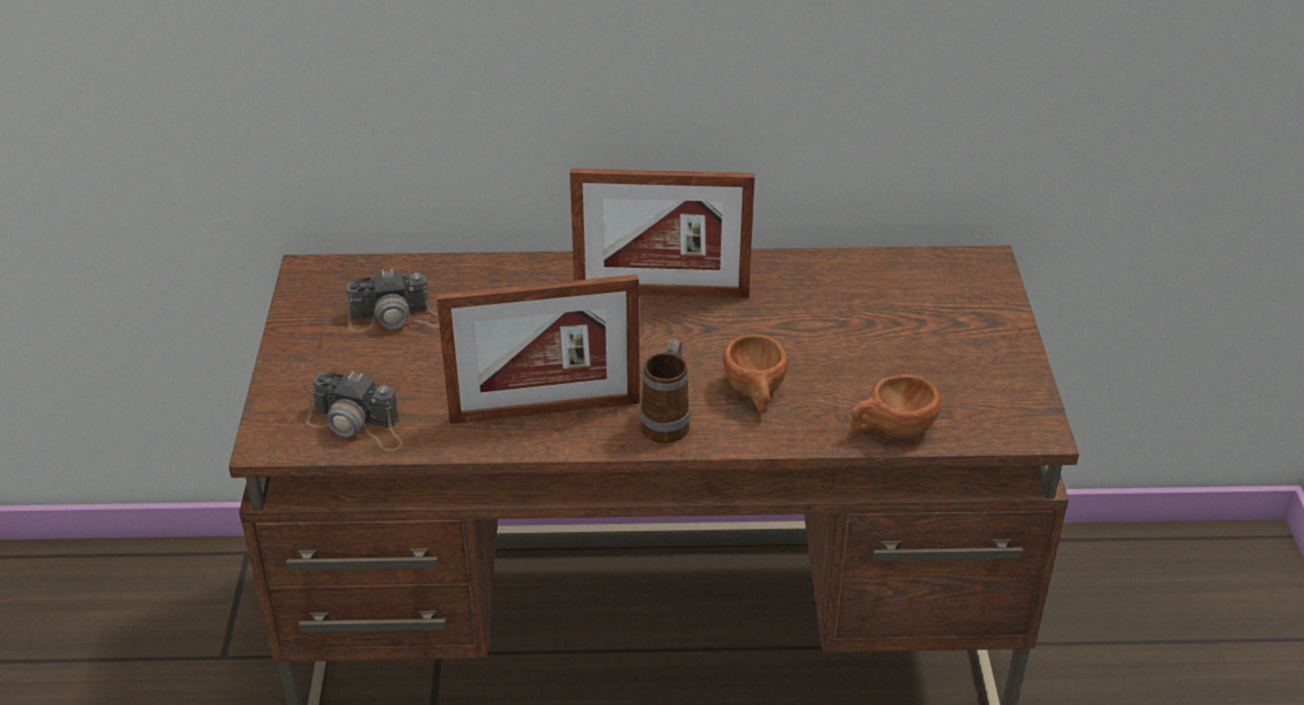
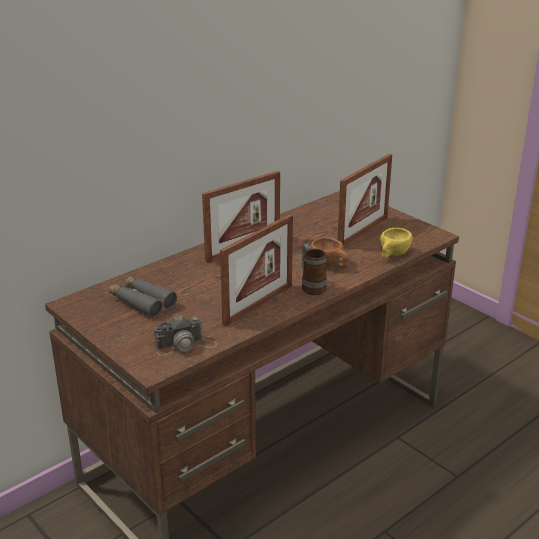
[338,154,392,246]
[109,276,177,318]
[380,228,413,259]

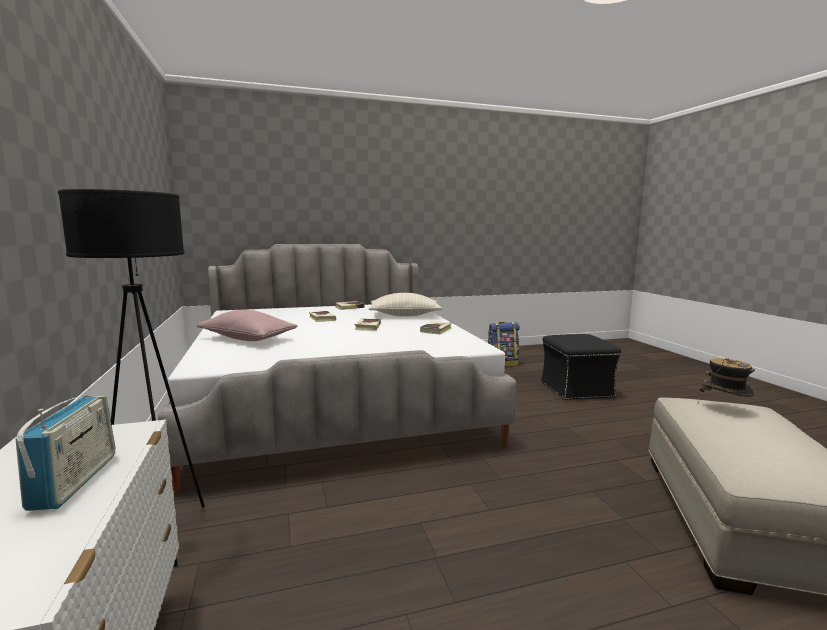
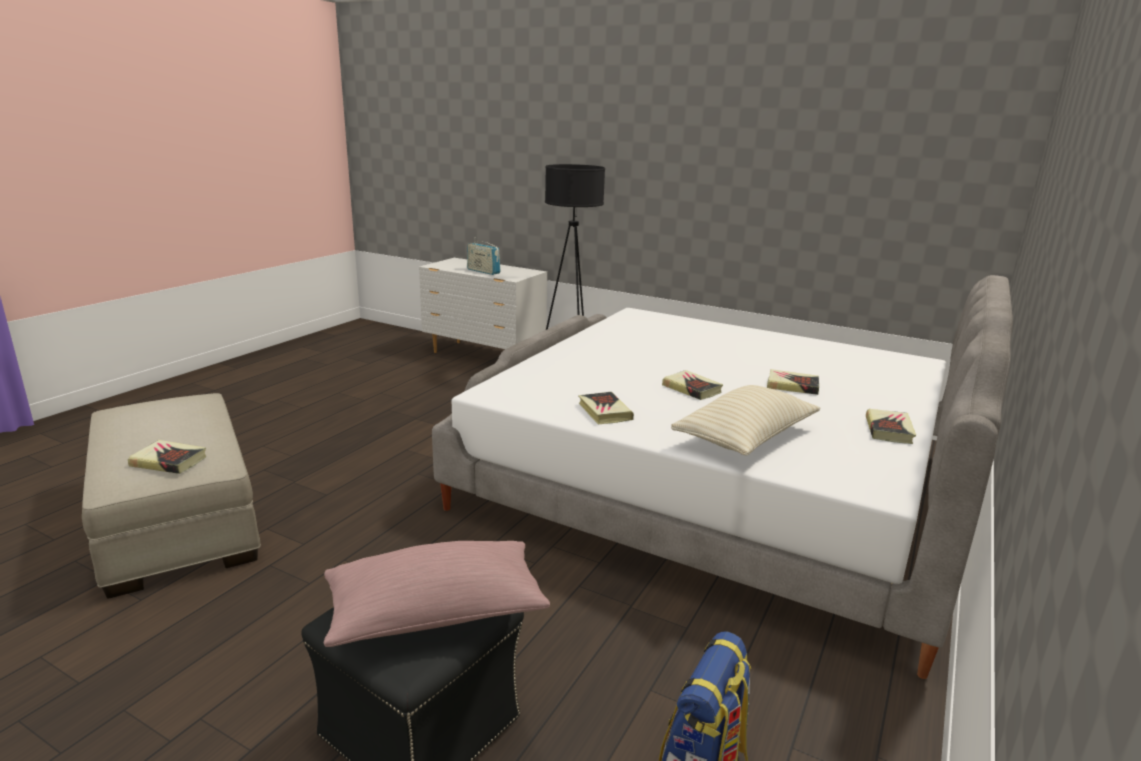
[324,541,550,647]
[128,440,206,474]

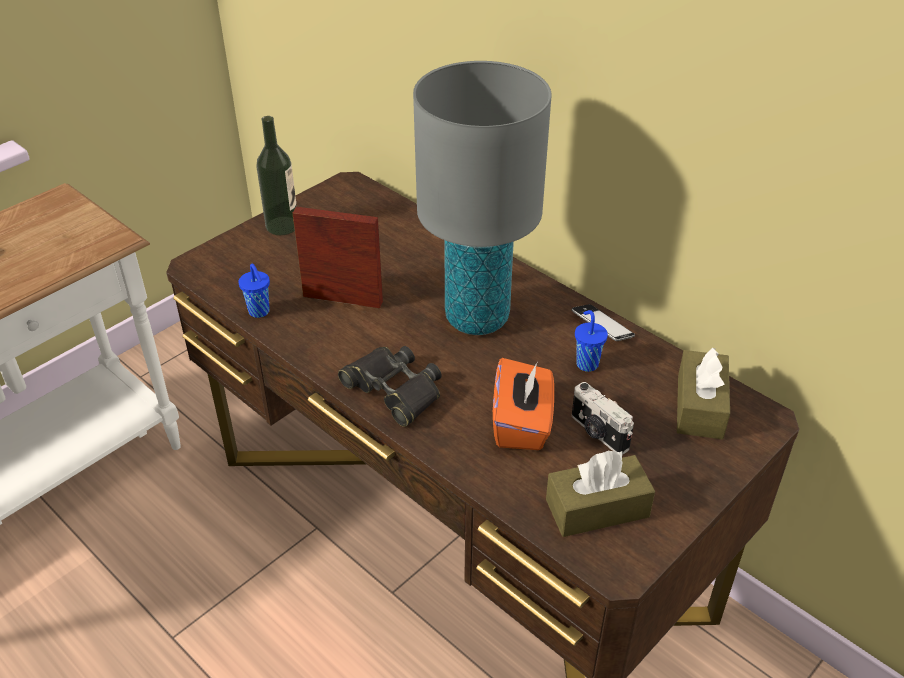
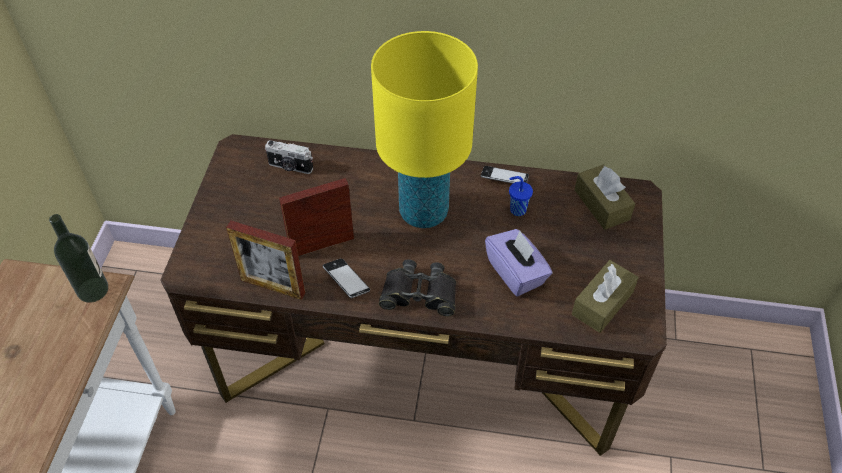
[323,259,370,298]
[49,214,108,303]
[265,140,313,174]
[226,221,305,300]
[371,31,478,228]
[485,229,552,297]

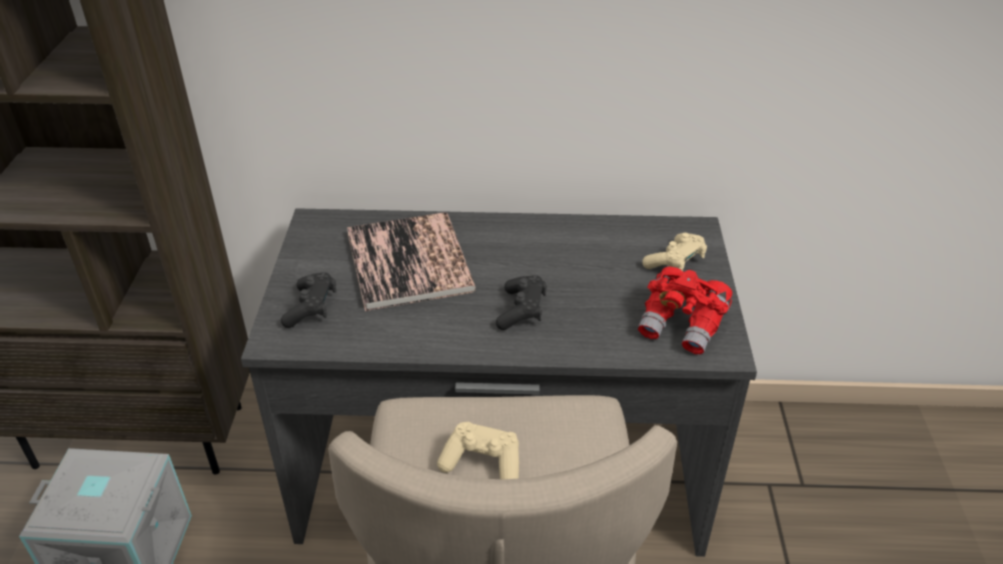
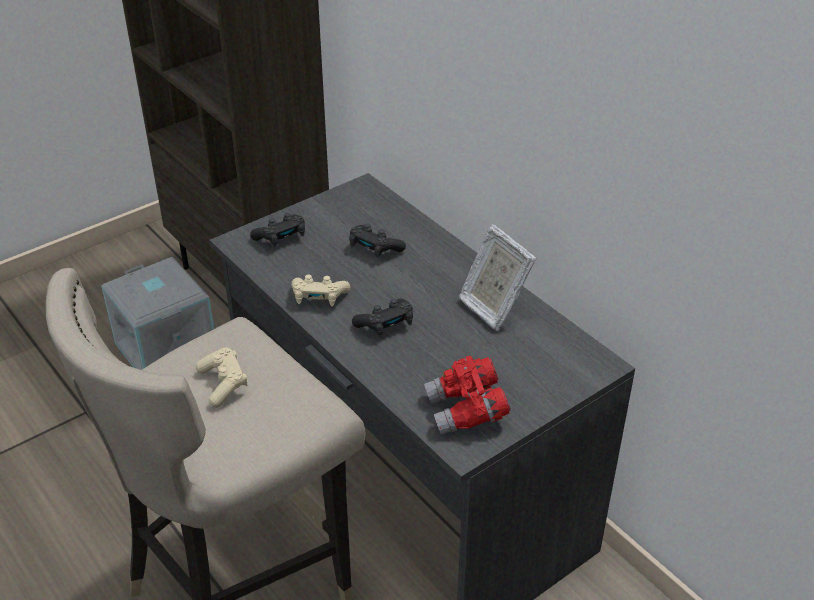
[459,224,536,331]
[291,275,350,306]
[349,223,406,258]

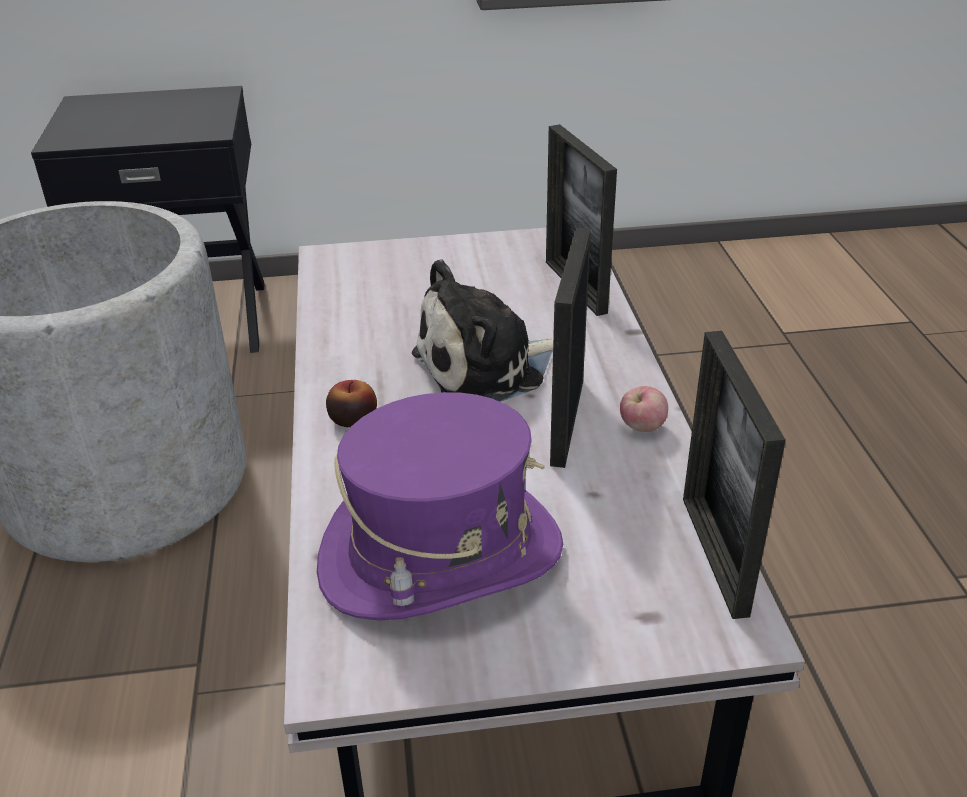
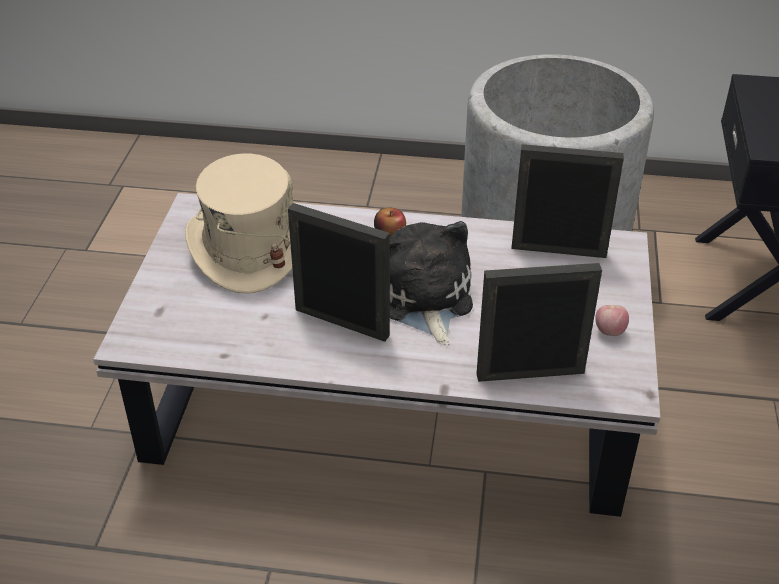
[595,305,629,336]
[511,144,624,258]
[185,153,293,294]

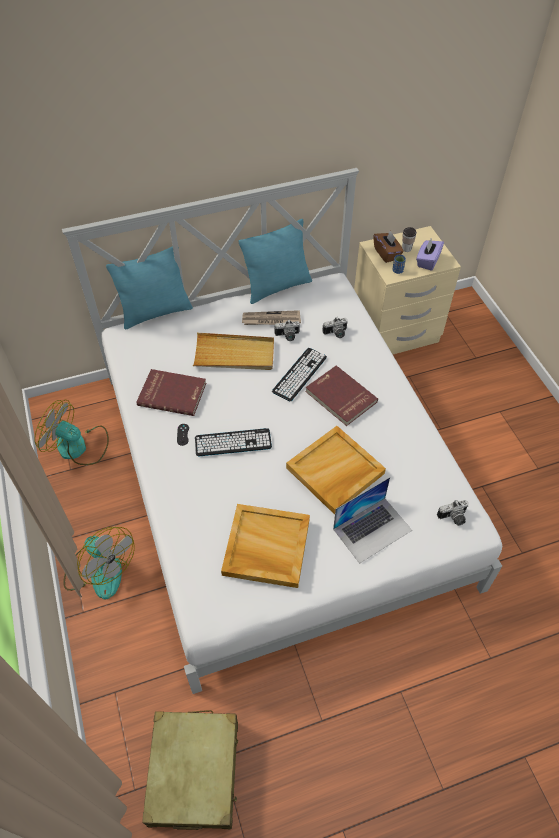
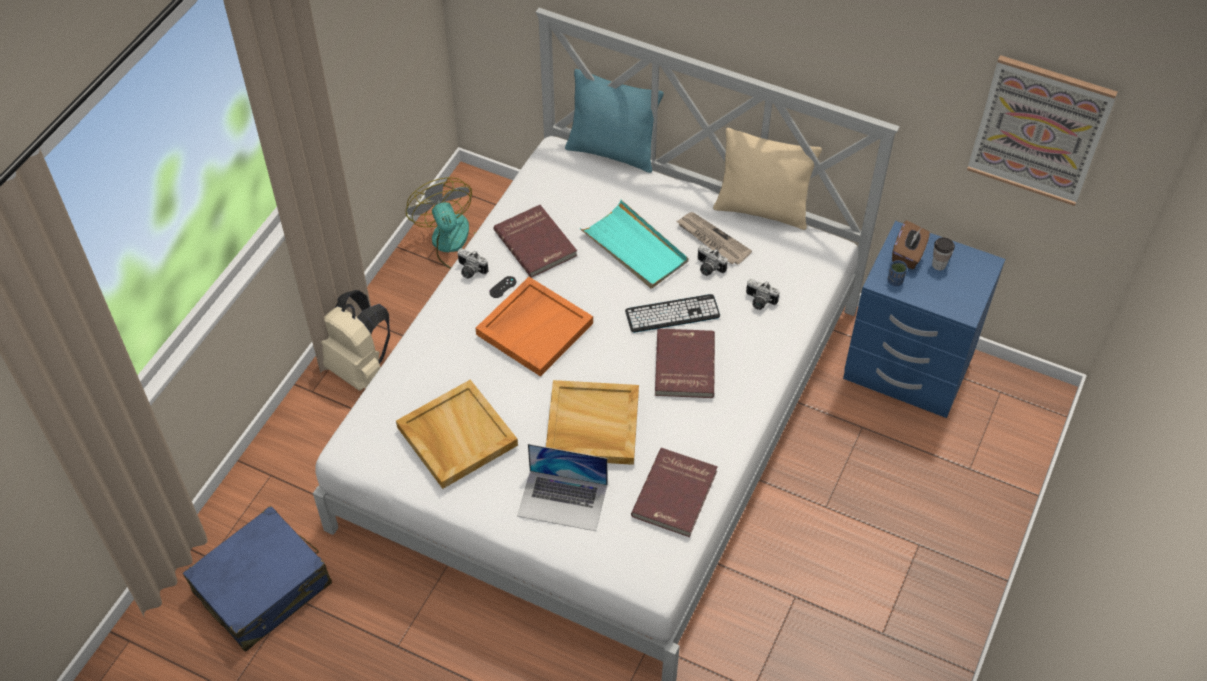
[416,238,444,271] (first image)
[631,448,718,537]
[967,55,1117,206]
[458,248,488,279]
[321,290,390,391]
[476,277,593,377]
[183,506,332,652]
[580,200,688,289]
[713,128,822,230]
[843,221,1005,418]

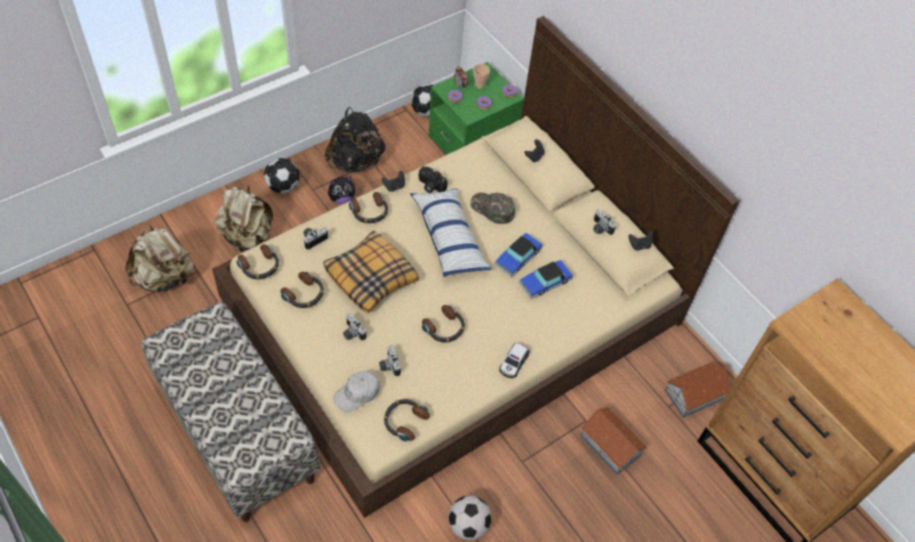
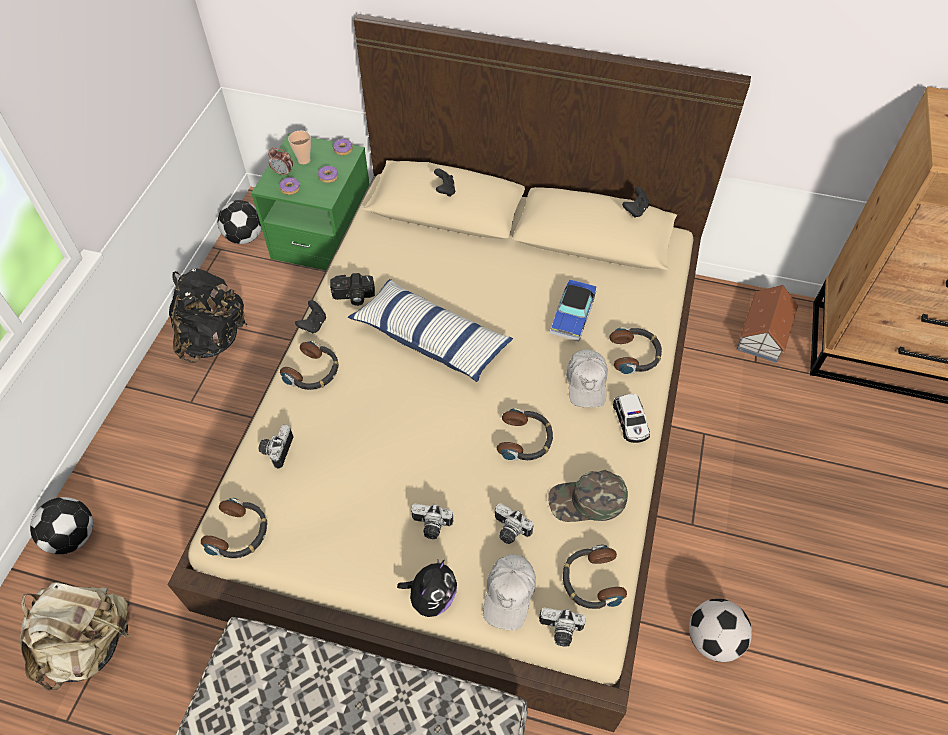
[214,184,273,253] (first image)
[323,230,419,313] (first image)
[494,233,543,277] (first image)
[580,407,648,475] (first image)
[566,350,608,407]
[30,497,93,554]
[610,327,662,374]
[397,560,457,617]
[548,470,628,522]
[539,608,586,647]

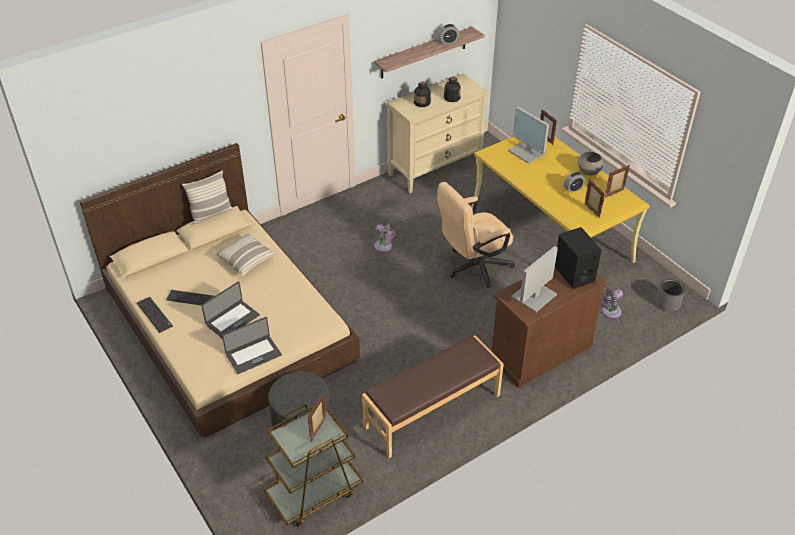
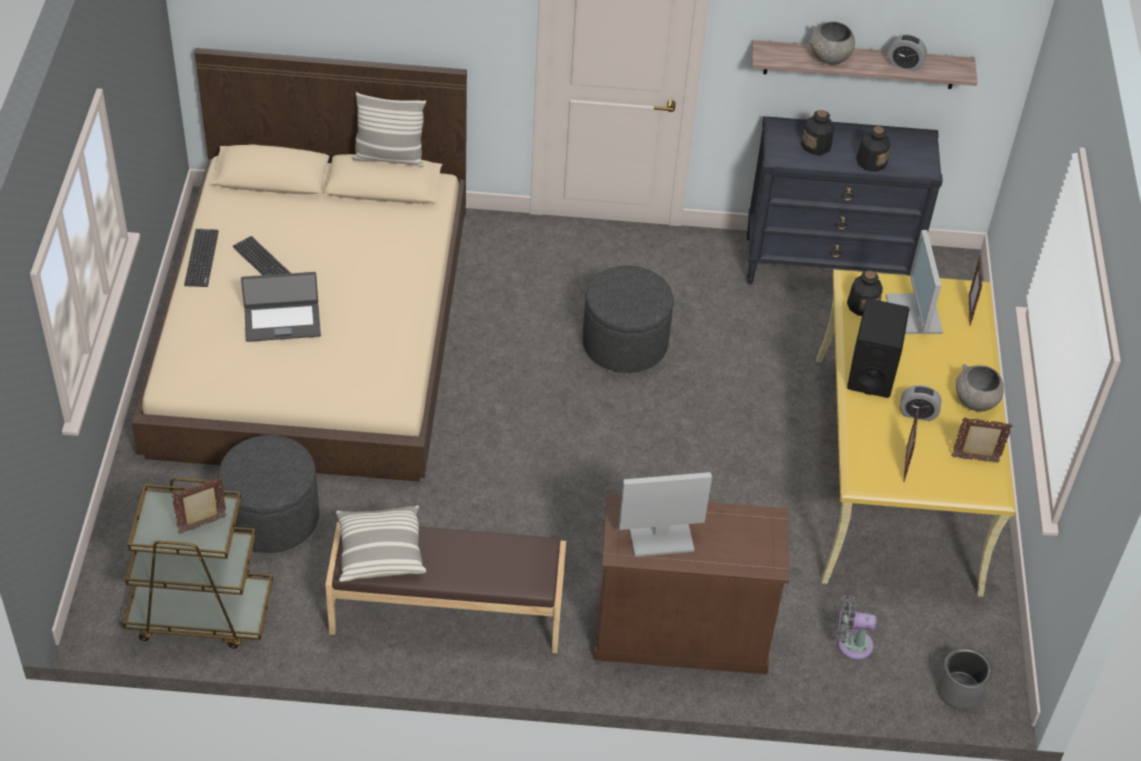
[222,317,282,374] (first image)
[437,182,515,288] (first image)
[809,21,855,65]
[847,270,883,316]
[336,506,427,582]
[847,299,909,398]
[583,266,674,373]
[746,116,943,284]

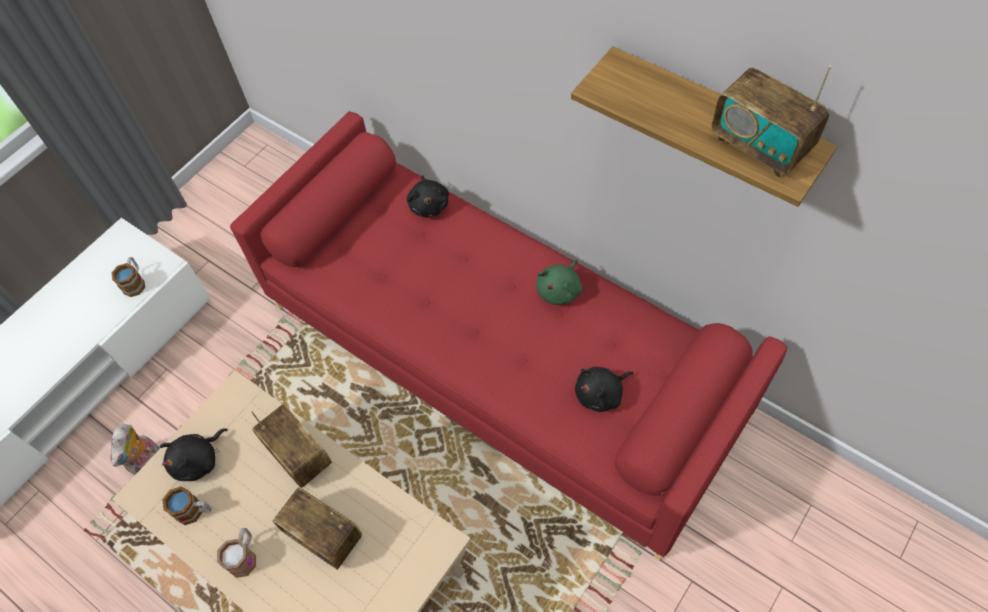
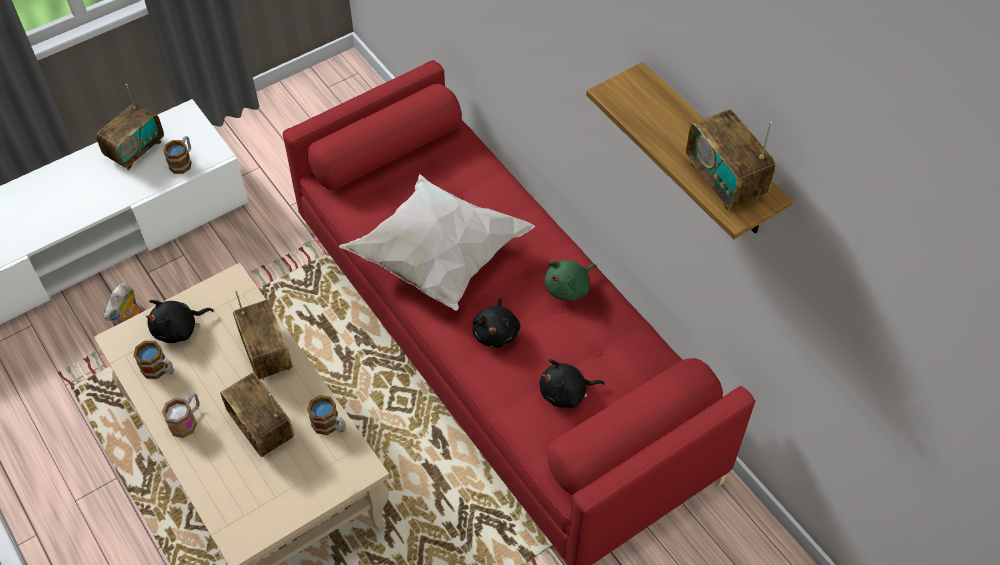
[96,84,164,170]
[307,395,346,435]
[339,174,535,311]
[473,298,520,348]

